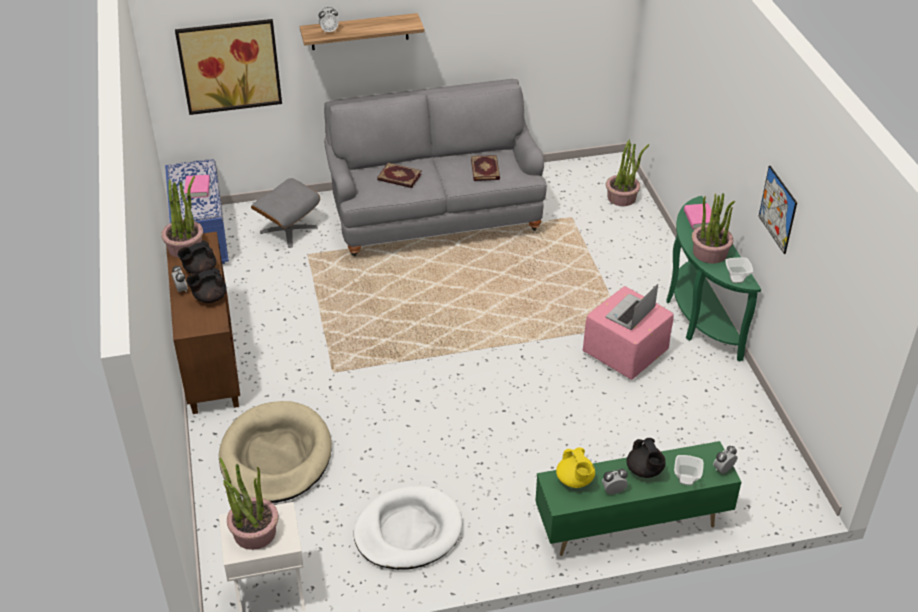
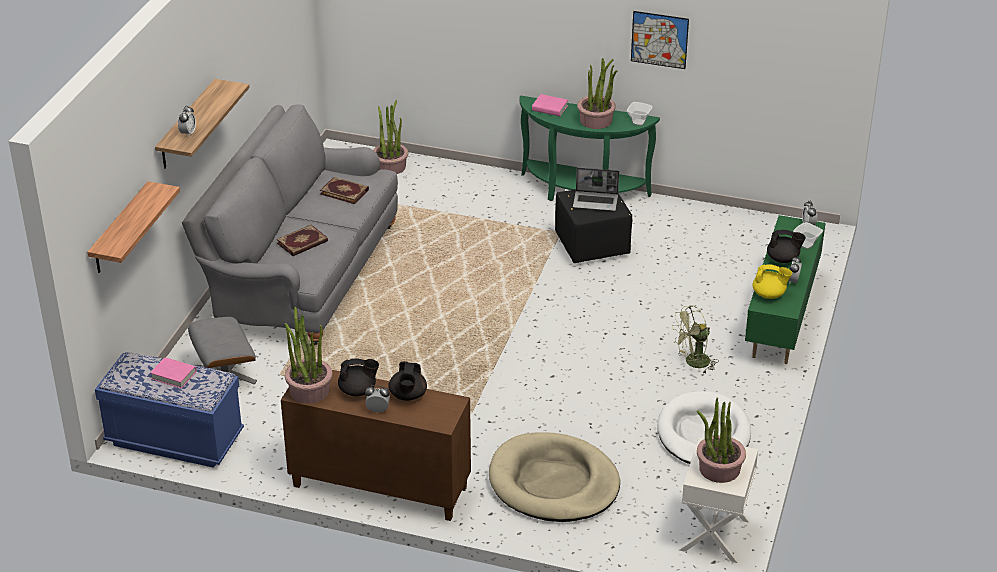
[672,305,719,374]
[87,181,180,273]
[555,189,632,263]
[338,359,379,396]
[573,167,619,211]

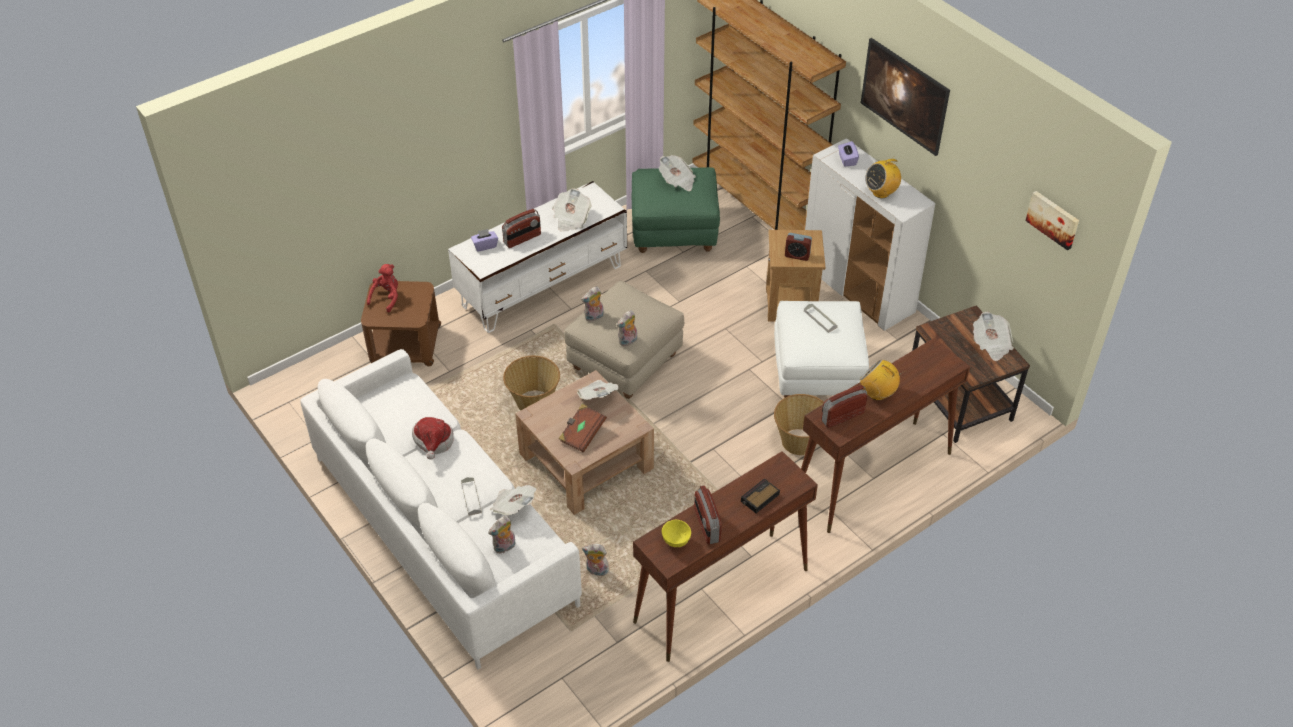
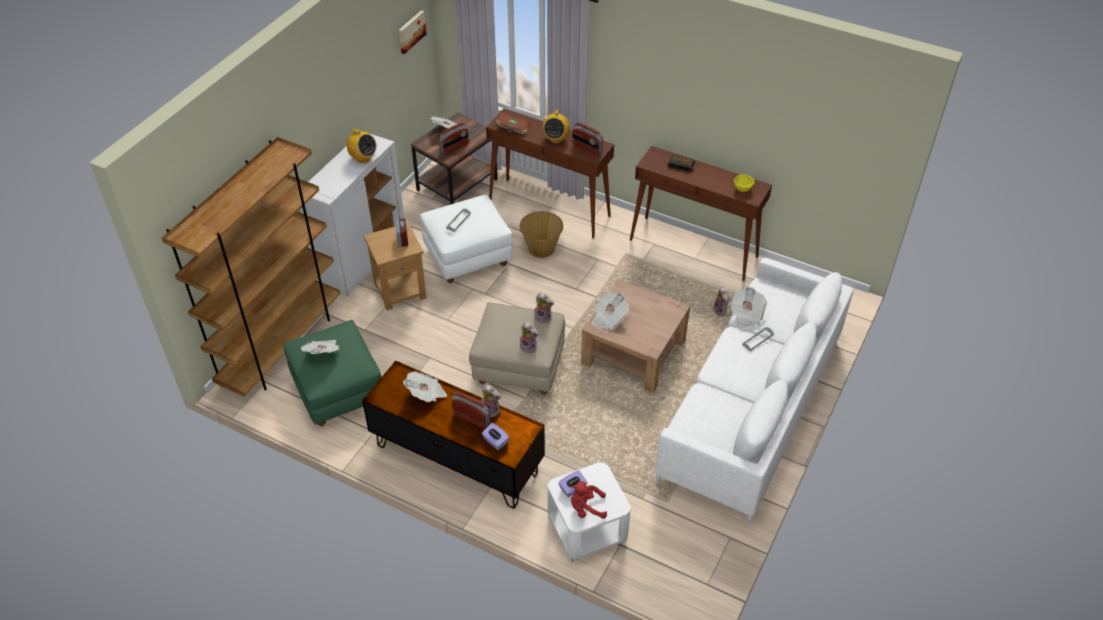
[412,417,454,460] (first image)
[503,356,560,411] (first image)
[861,38,950,156] (first image)
[481,385,501,417]
[495,110,529,136]
[439,122,469,155]
[558,471,588,497]
[548,463,631,562]
[362,361,545,509]

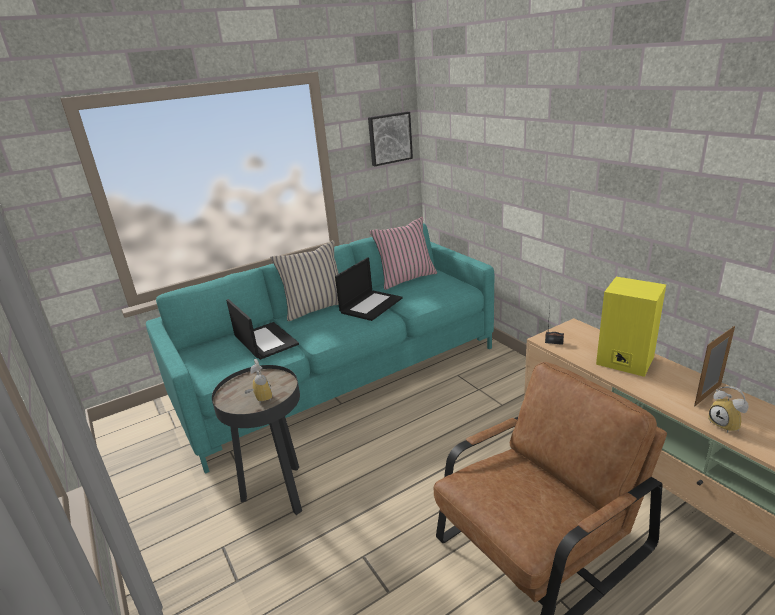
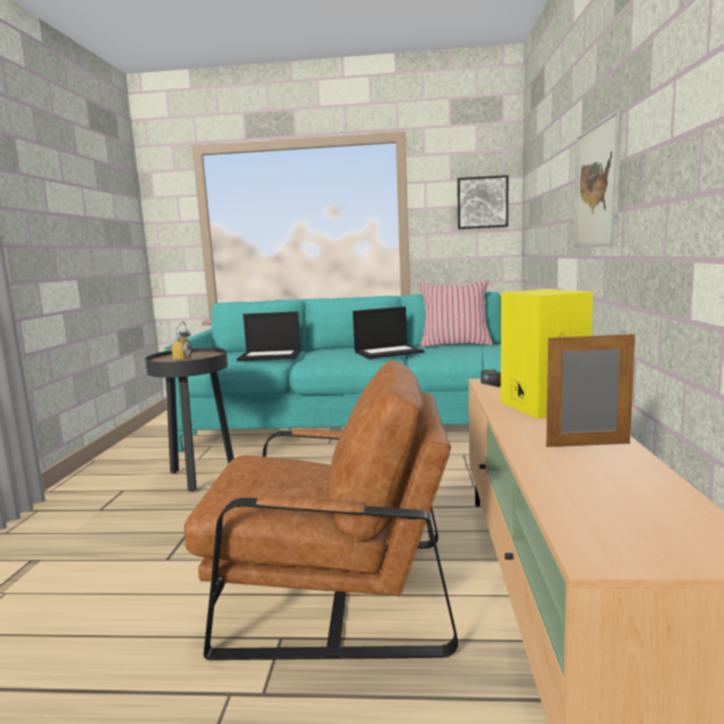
[270,240,339,321] (first image)
[708,386,748,433] (first image)
[574,109,622,248]
[237,311,301,361]

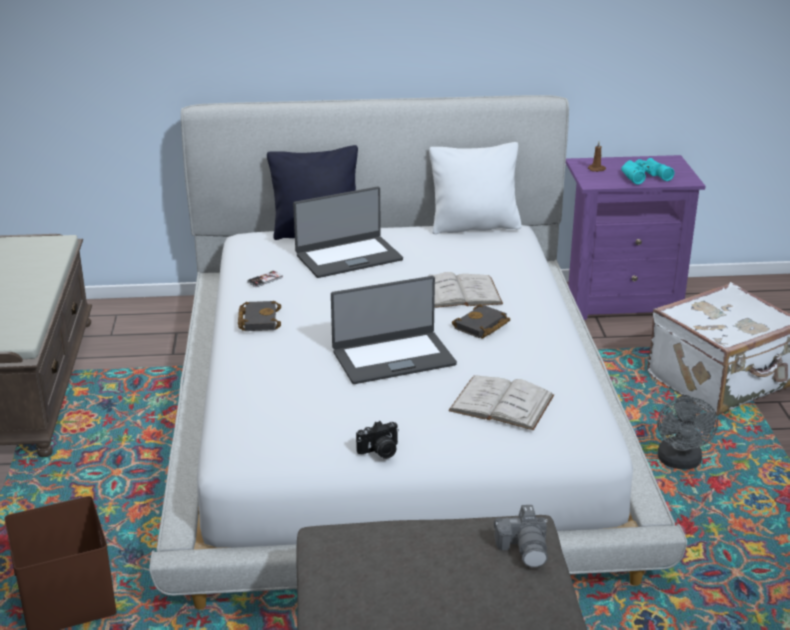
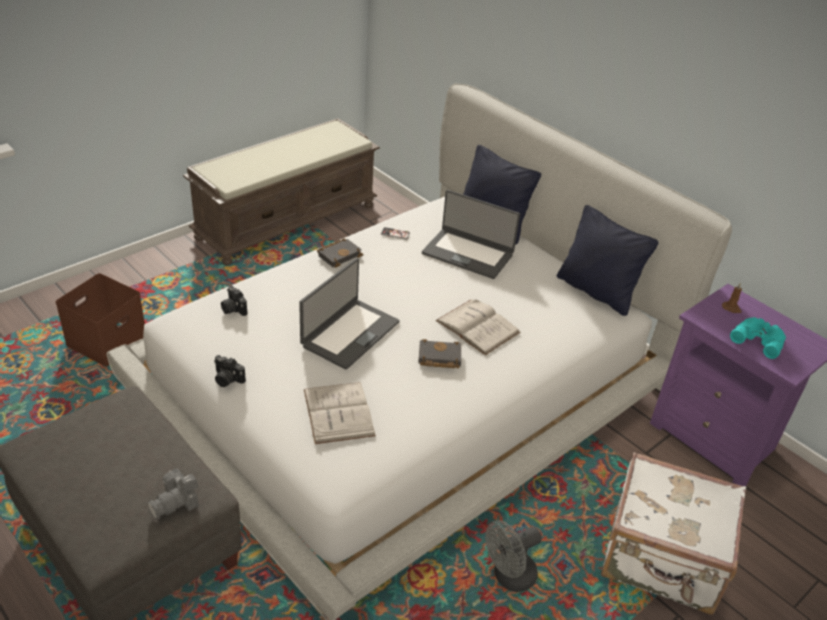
[221,285,247,316]
[557,205,659,316]
[299,258,400,370]

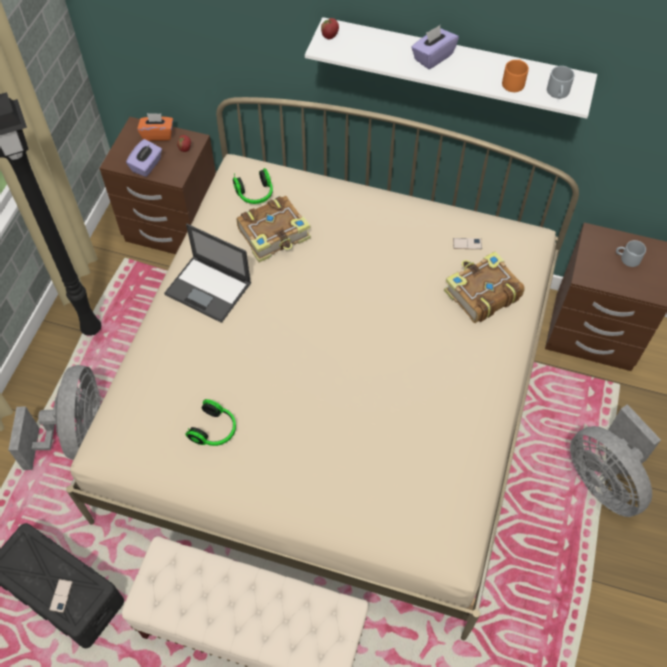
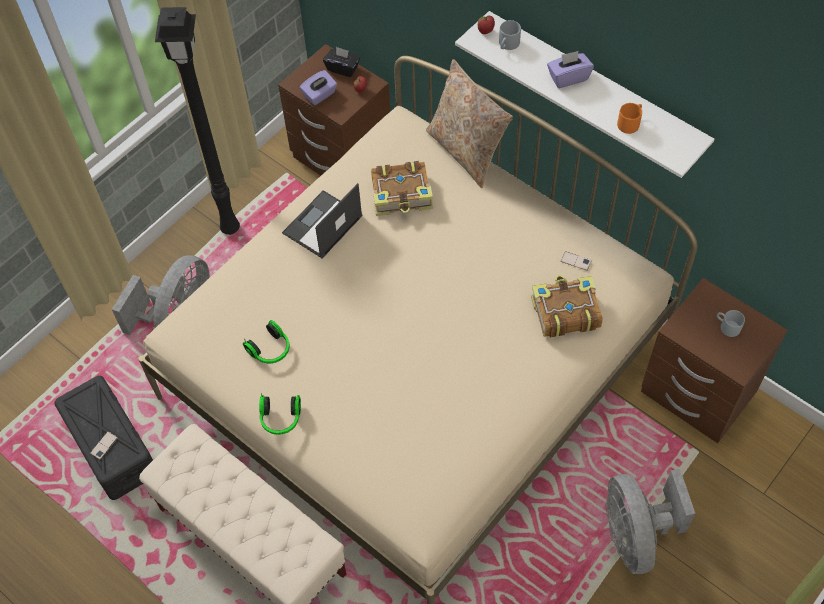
[426,59,513,188]
[259,393,301,435]
[499,20,521,50]
[323,47,360,77]
[282,183,362,259]

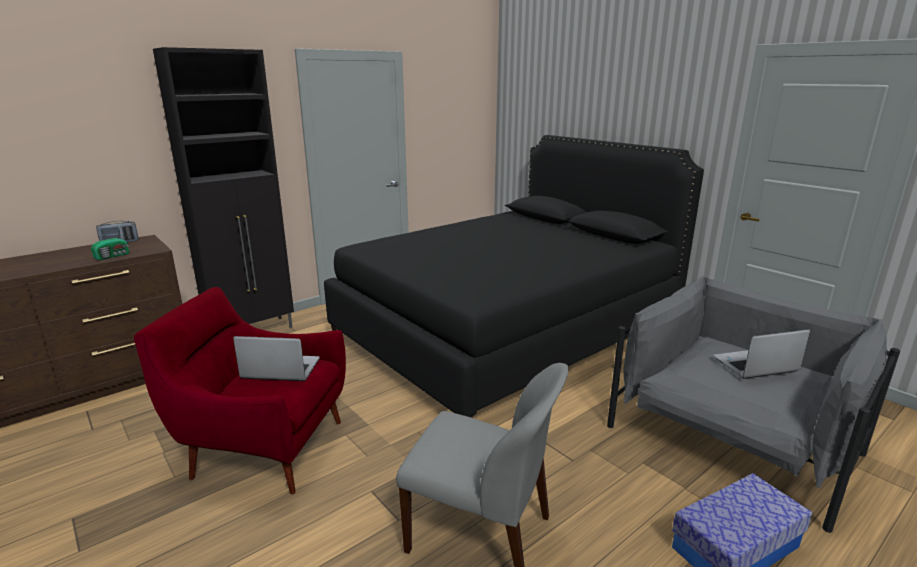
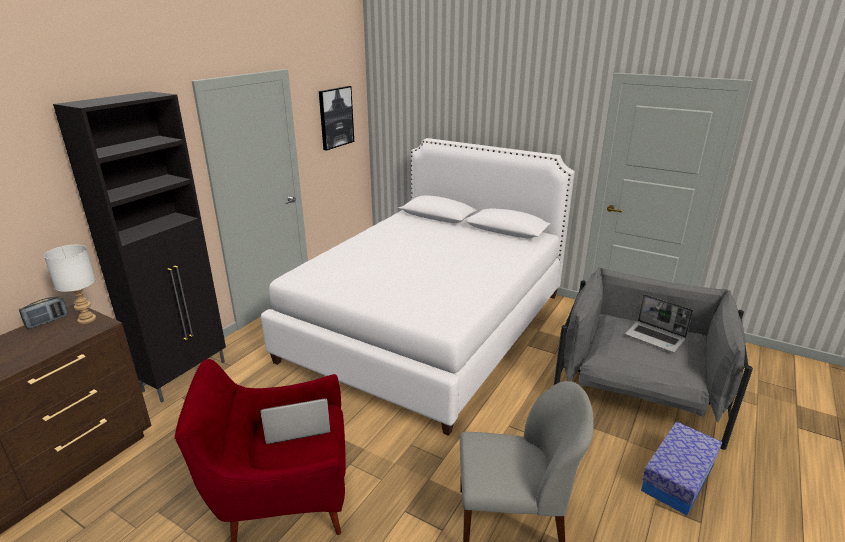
[91,224,129,260] (first image)
[44,245,96,324]
[319,86,354,151]
[261,138,575,436]
[625,294,693,353]

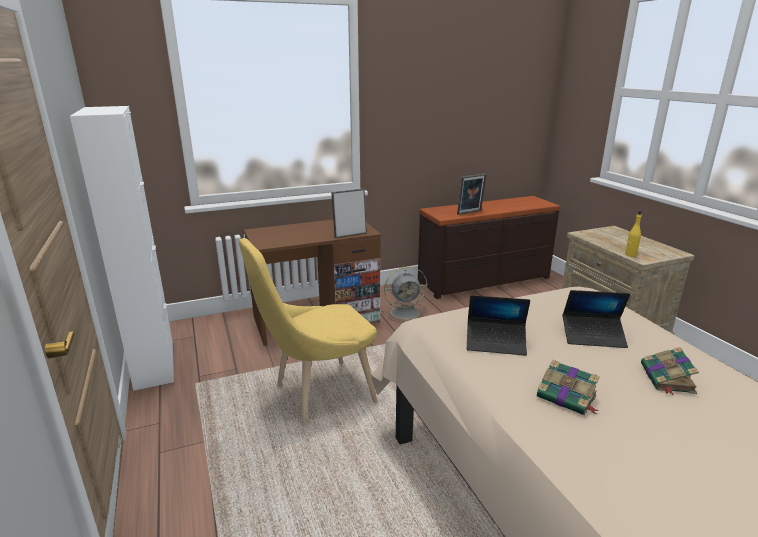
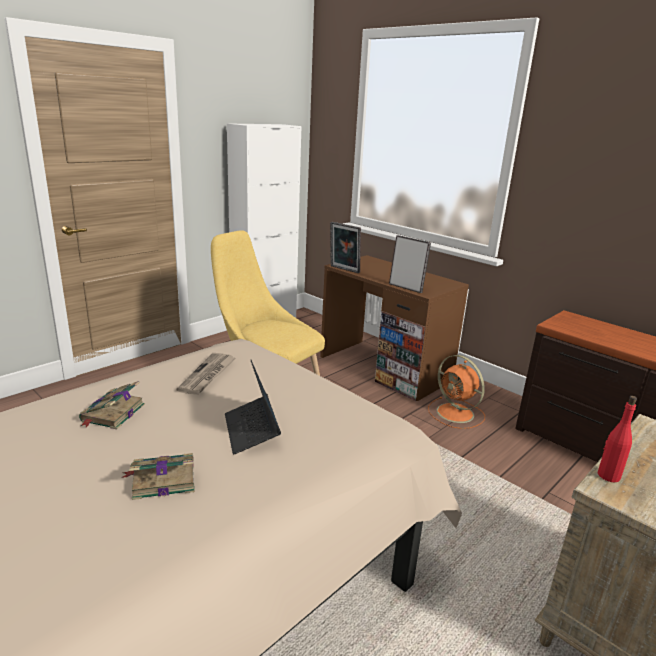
[330,222,361,273]
[177,353,235,395]
[428,355,485,429]
[598,396,637,482]

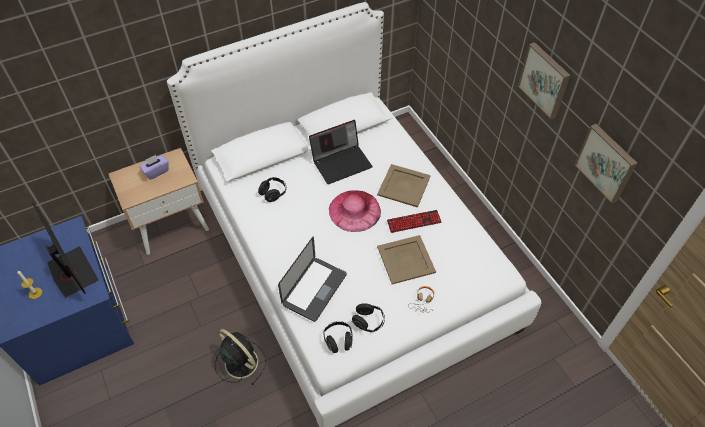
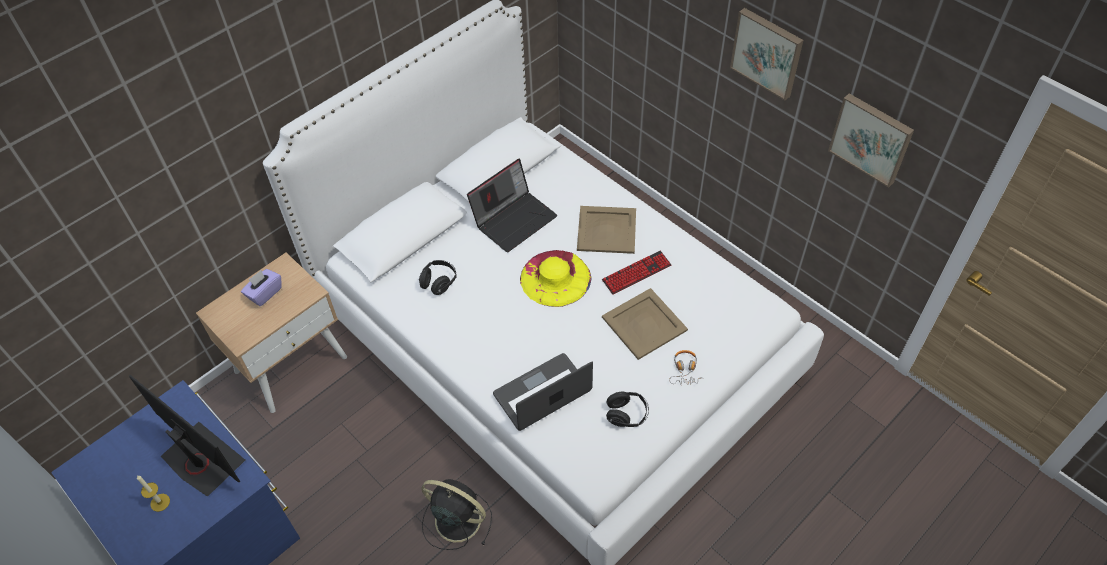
[323,321,353,353] (first image)
[520,250,591,307]
[493,353,593,431]

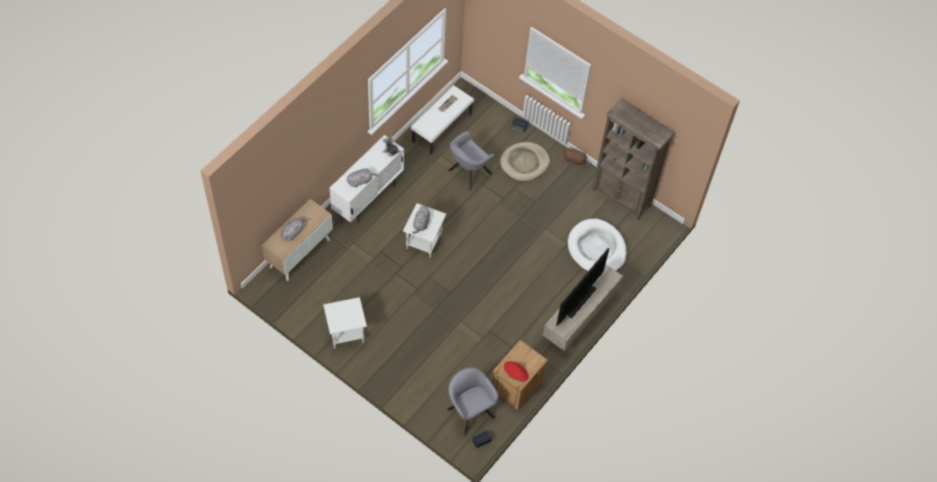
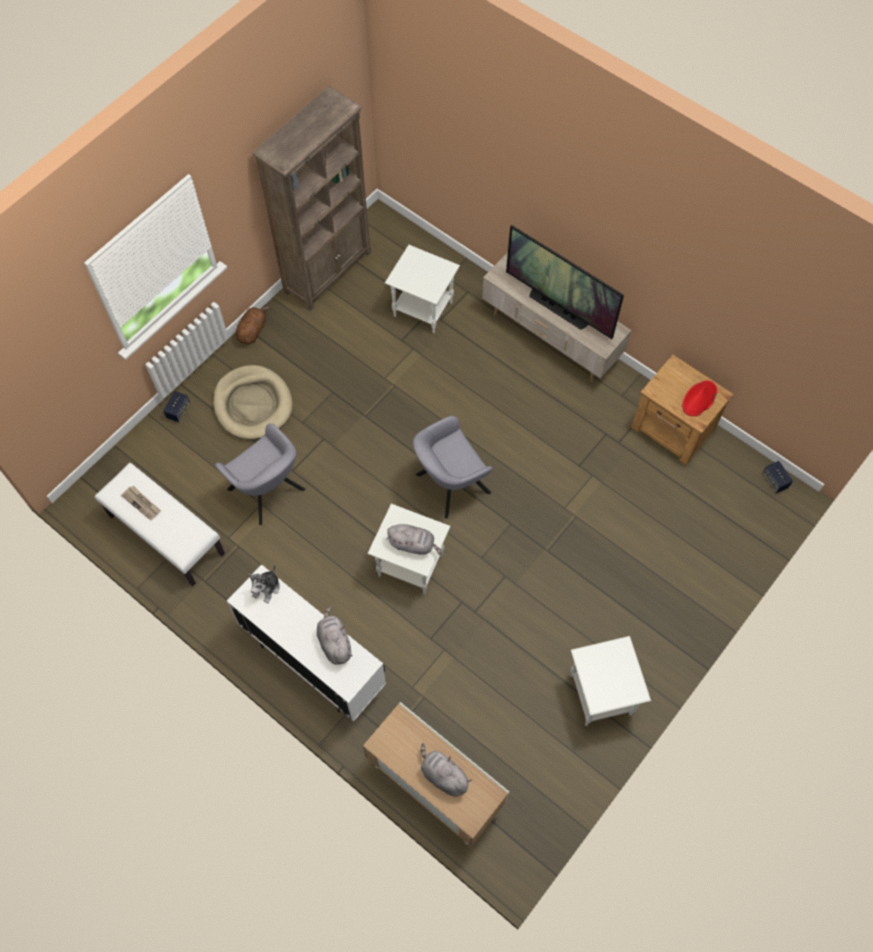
[413,416,493,519]
[385,245,460,333]

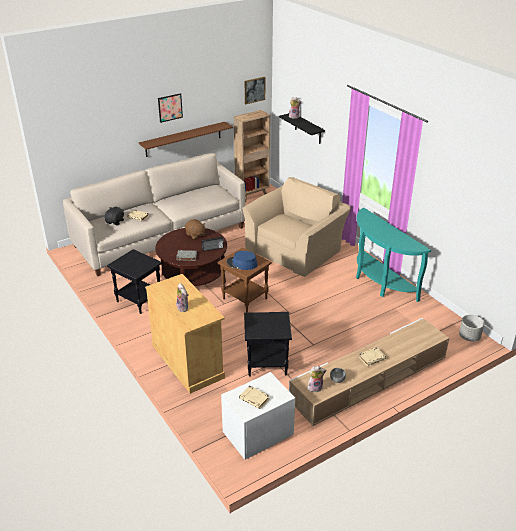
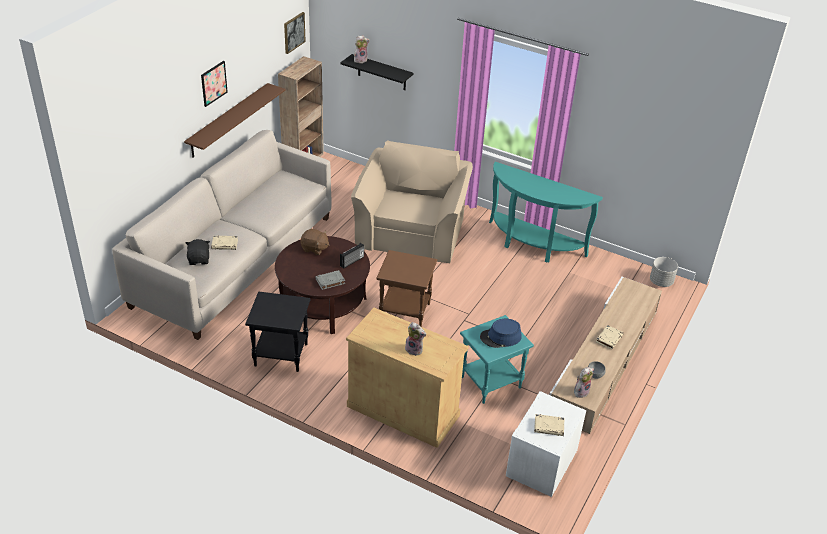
[480,319,522,348]
[460,315,534,404]

